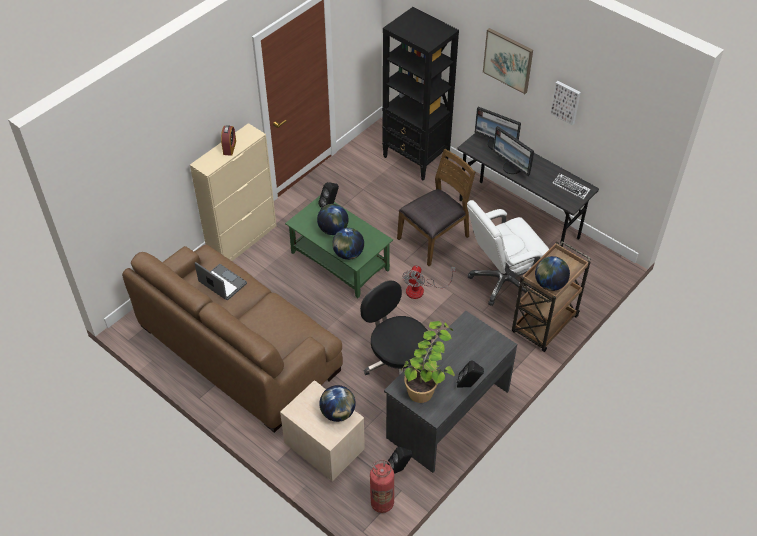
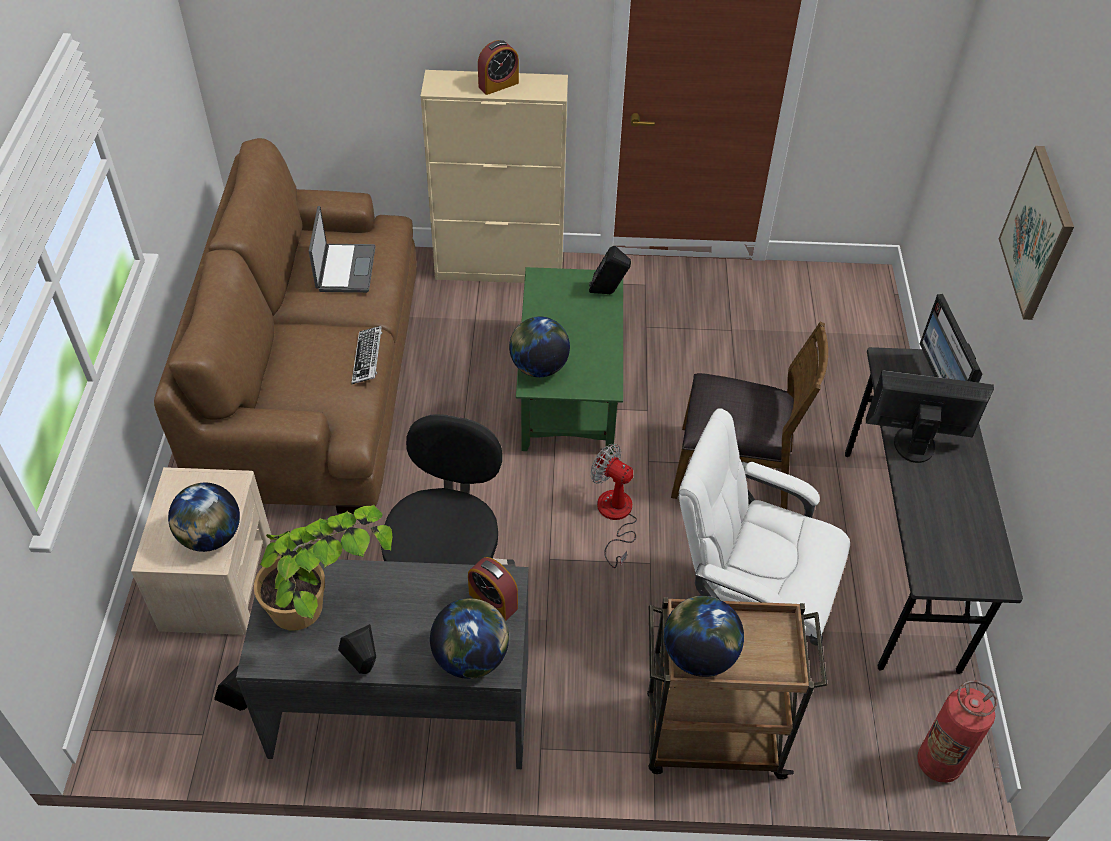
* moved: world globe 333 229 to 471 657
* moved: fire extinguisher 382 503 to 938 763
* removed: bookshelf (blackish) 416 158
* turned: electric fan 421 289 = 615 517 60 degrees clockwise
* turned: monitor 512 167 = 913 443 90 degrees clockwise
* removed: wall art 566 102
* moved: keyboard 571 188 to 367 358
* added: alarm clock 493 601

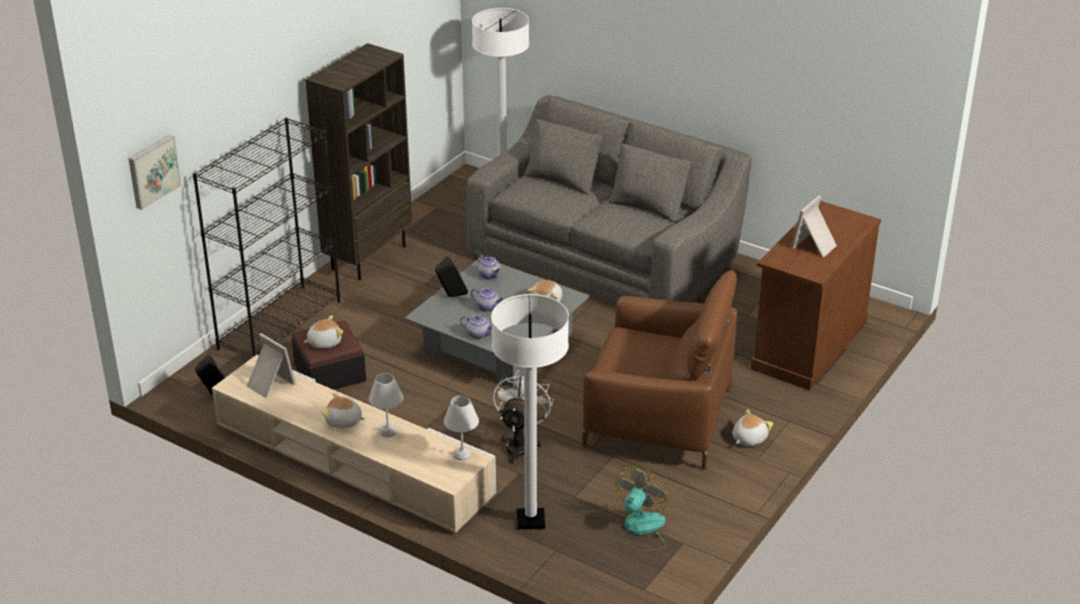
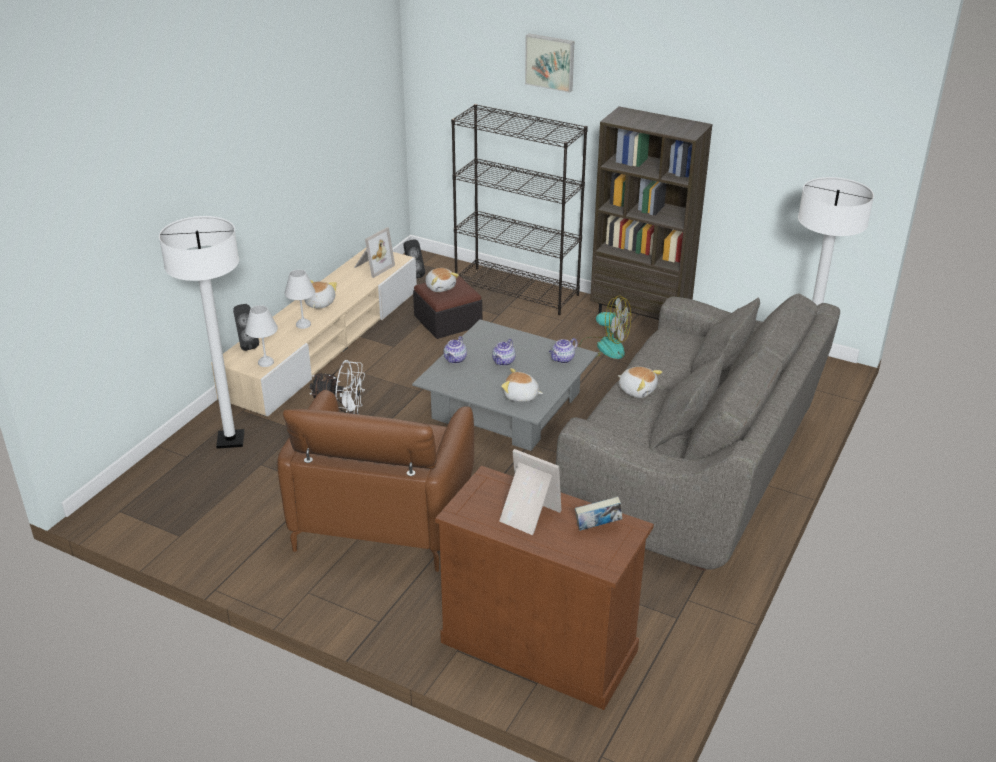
* moved: wall art 152 171 to 550 62
* moved: loudspeaker (blackish) 451 296 to 246 345
* moved: electric fan 639 530 to 603 347
* moved: plush toy 748 438 to 637 390
* added: volume 597 527

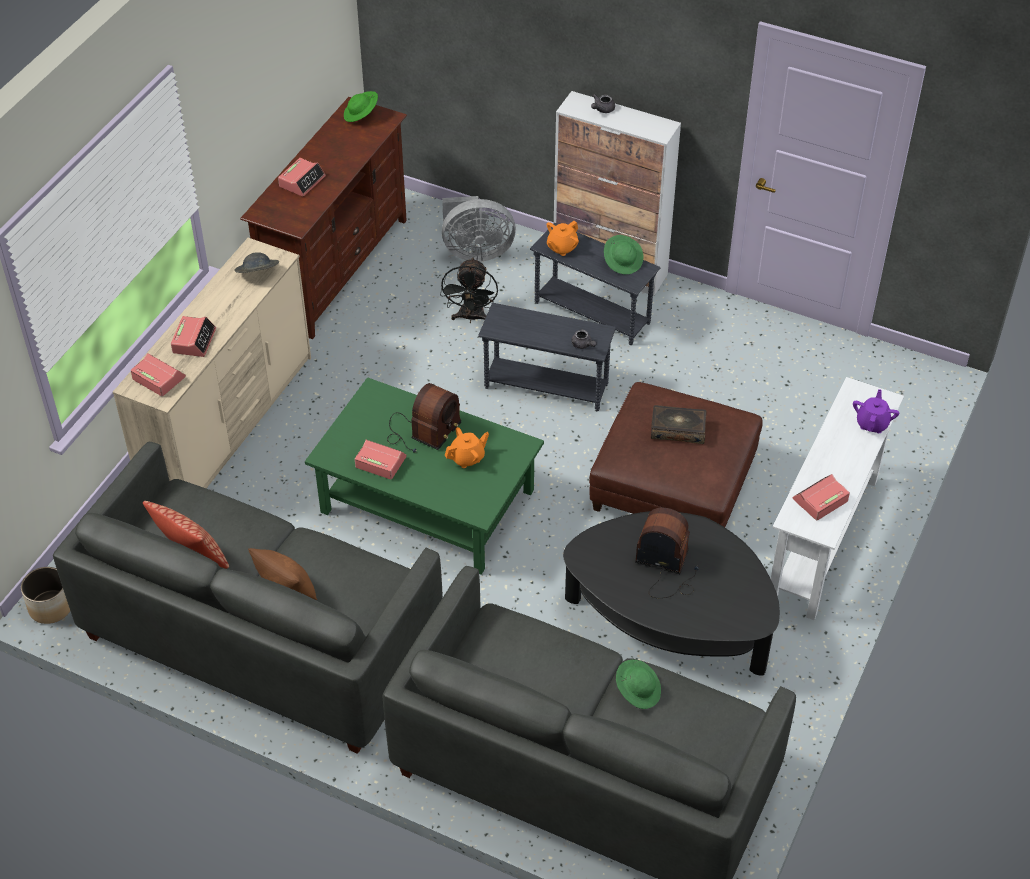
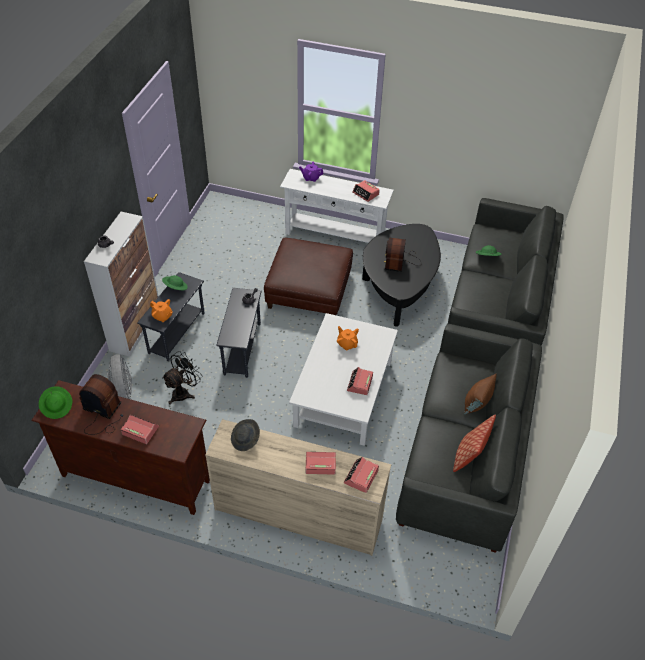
* removed: planter 50 607
* recoloured: coffee table (green) 427 501 to coffee table (white-coloured) 344 393
* moved: radio set 422 431 to 102 414
* turned: electric fan (blackish) 471 318 = 184 392 45 degrees counterclockwise
* removed: volume 678 429

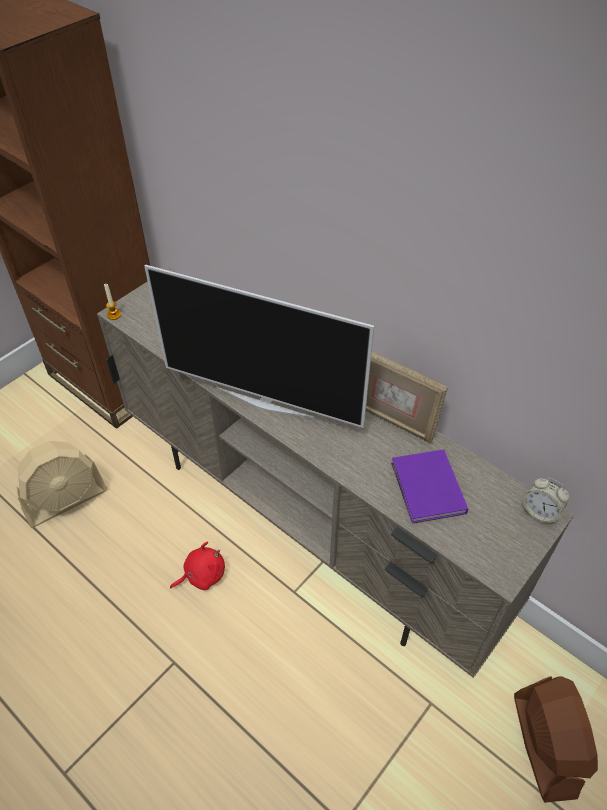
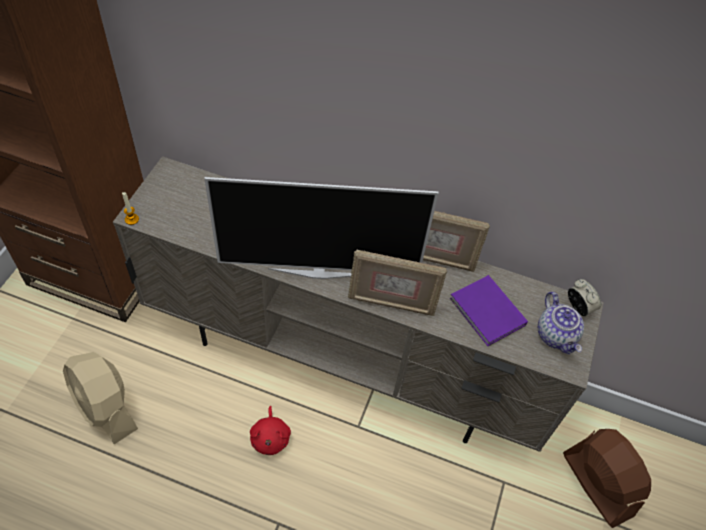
* turned: electric fan (beige-coloured) 66 500 = 106 407 105 degrees clockwise
* turned: plush toy (reddish) 202 575 = 270 437 135 degrees clockwise
* turned: alarm clock 540 512 = 578 307 135 degrees counterclockwise
* added: picture frame 391 303
* added: tea pot 556 335

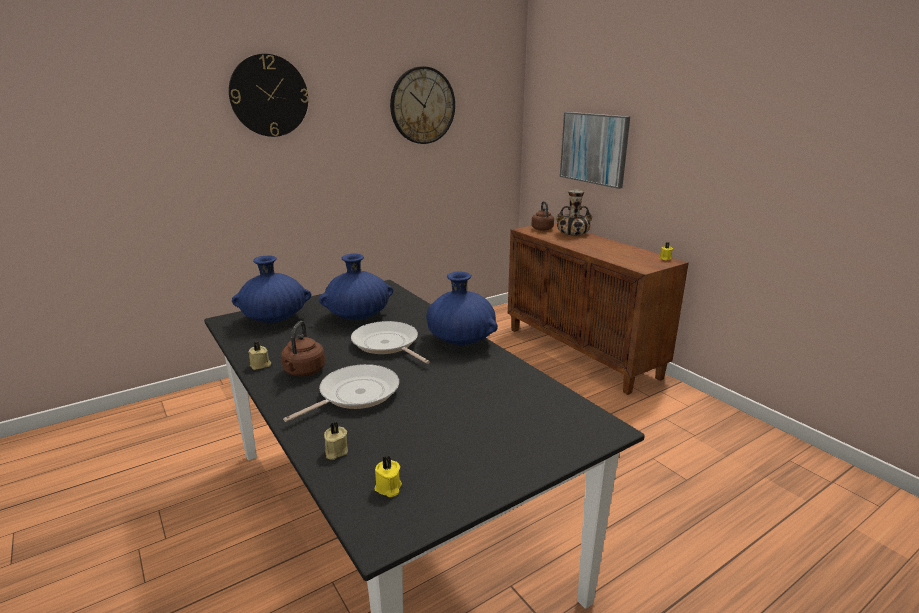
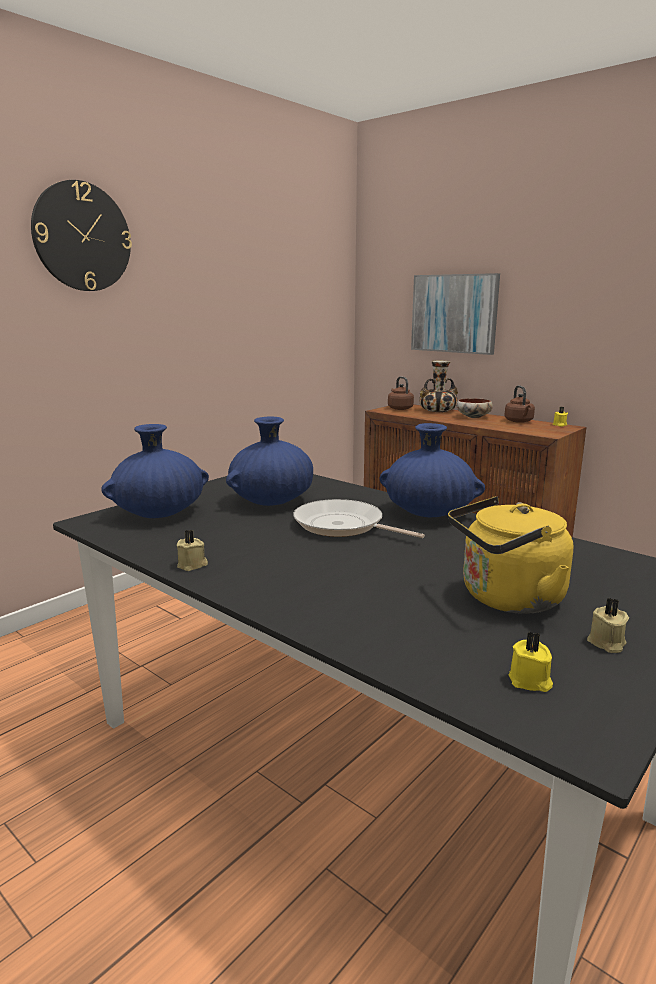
* moved: kettle (brown) 303 371 to 519 421
* removed: skillet 355 394
* moved: wax light (beige-coloured) 335 452 to 606 643
* removed: clock on the wall 422 105
* added: kettle (yellow) 506 599
* added: deep dish 473 417

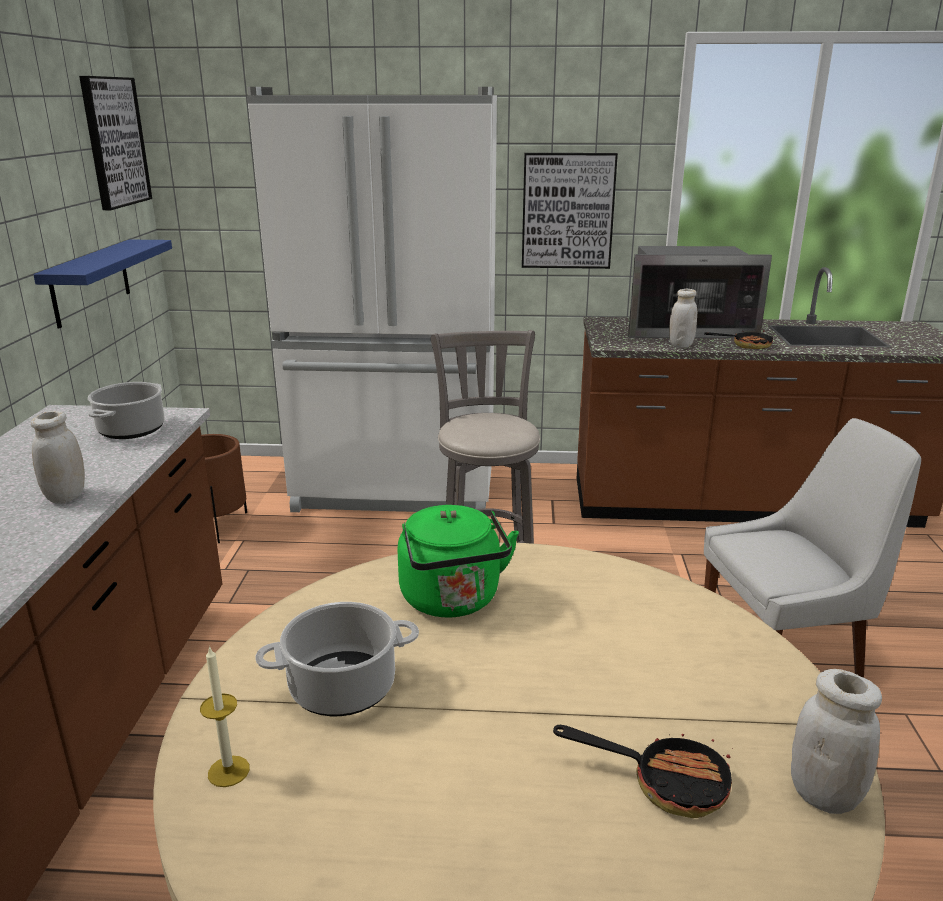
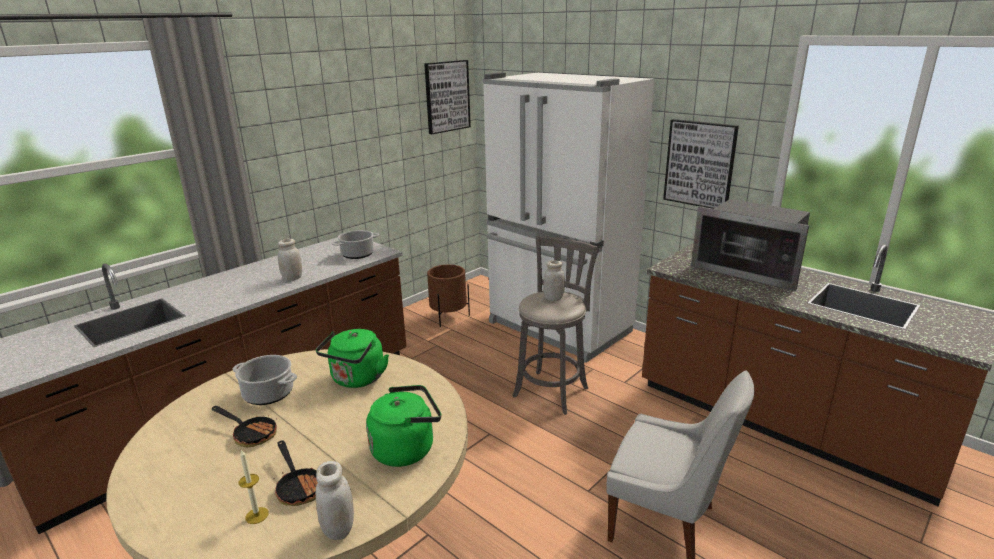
* removed: shelf (blue) 90 282
* moved: wax light 228 771 to 257 515
* moved: preserve jar (white-coloured) 680 345 to 553 298
* moved: skillet 746 345 to 251 434
* added: kettle (green) 406 448

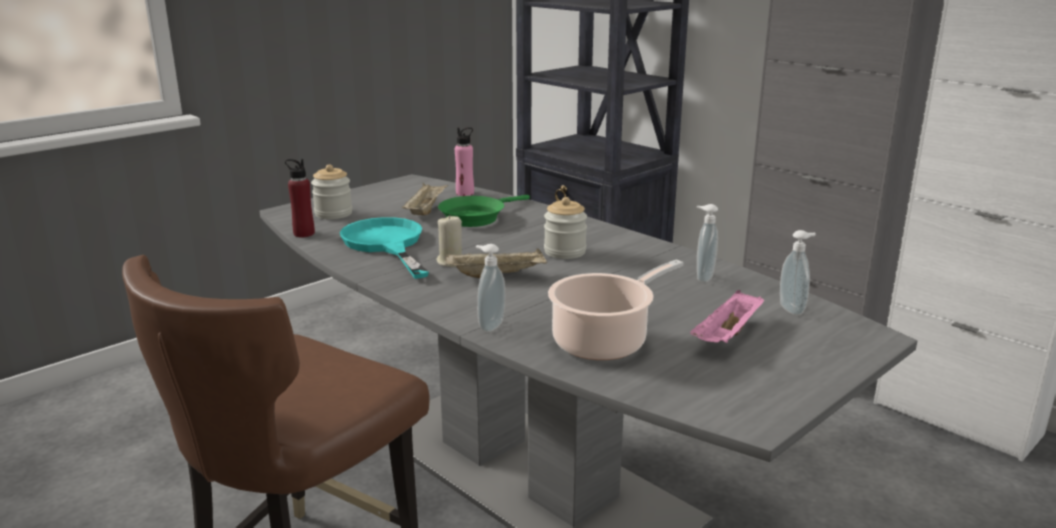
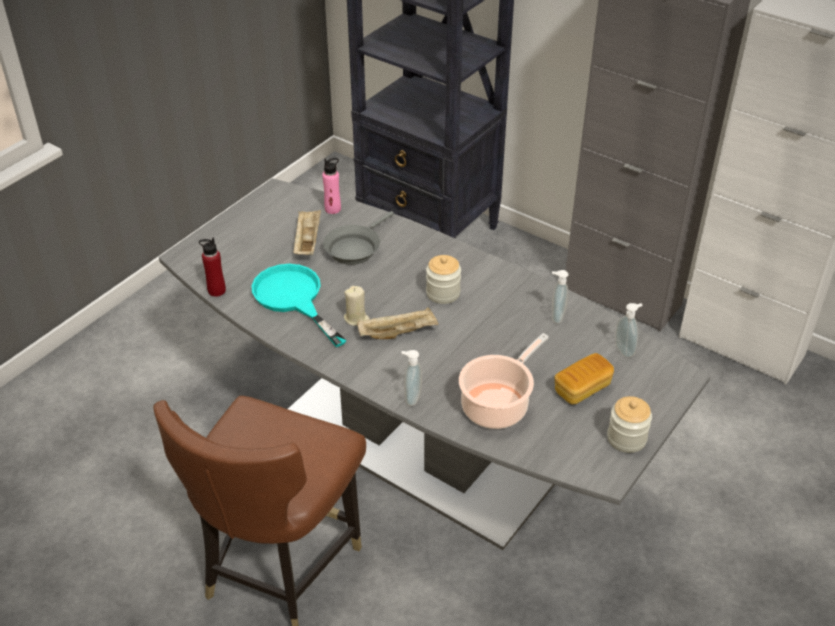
* moved: preserve jar 333 214 to 626 438
* recoloured: skillet (green) 476 217 to skillet (grey) 355 248
* replaced: tray (pink-coloured) 727 336 to bread 582 388

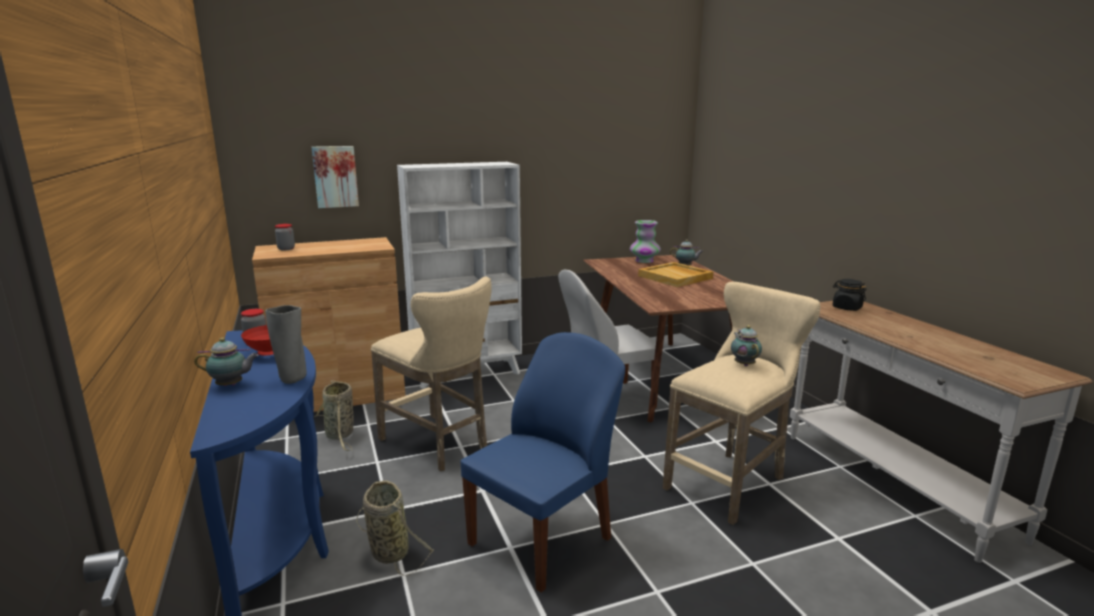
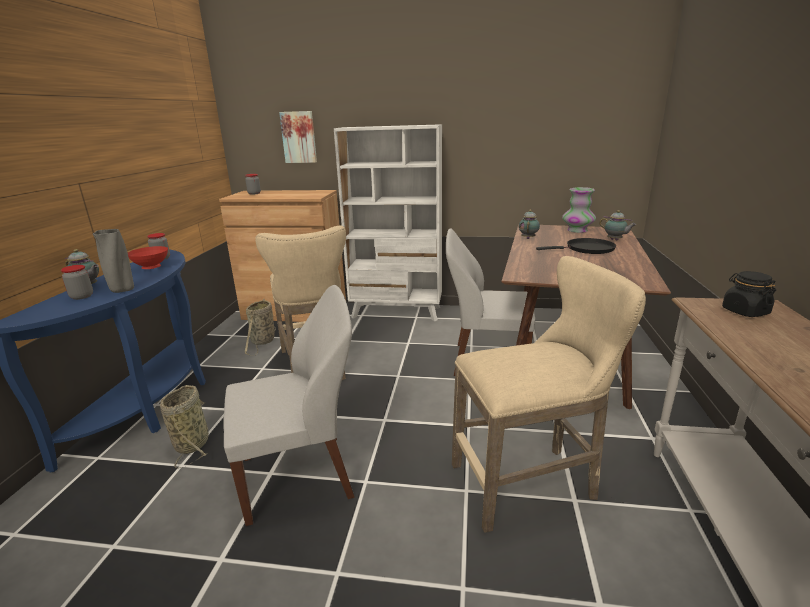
* recoloured: upright chair (blue) 543 539 to upright chair (white-coloured) 300 476
* replaced: tray (beige-coloured) 676 277 to skillet (blackish) 587 249
* moved: tea pot 744 364 to 528 238
* added: preserve jar 82 296

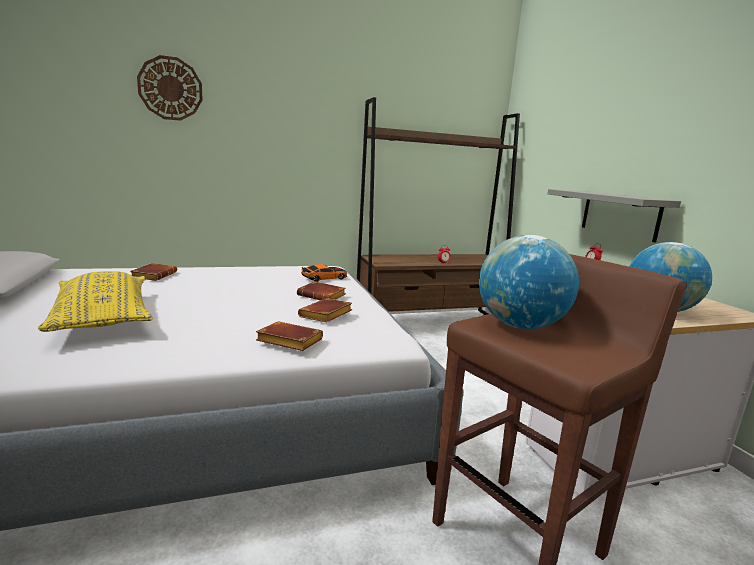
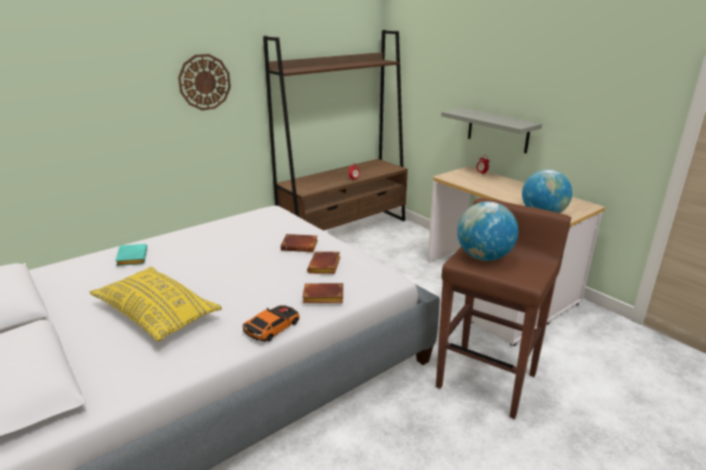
* recoloured: volume (brown) 154 275 to volume (blue-green) 131 258
* moved: clock on the wall 170 88 to 204 82
* moved: toy car 324 277 to 272 327

